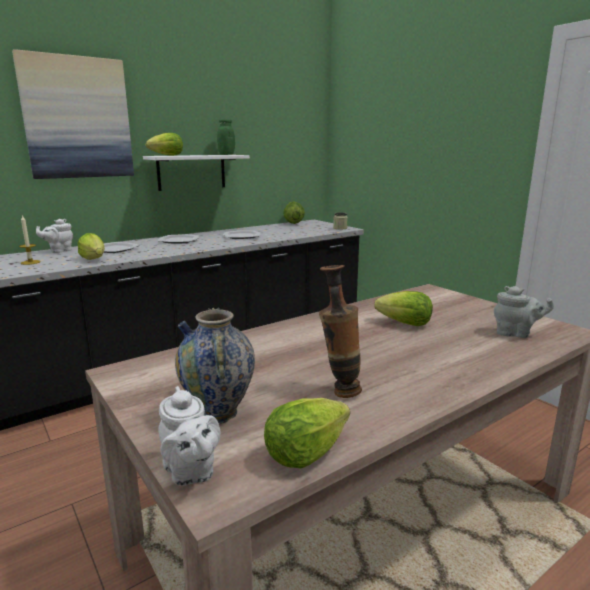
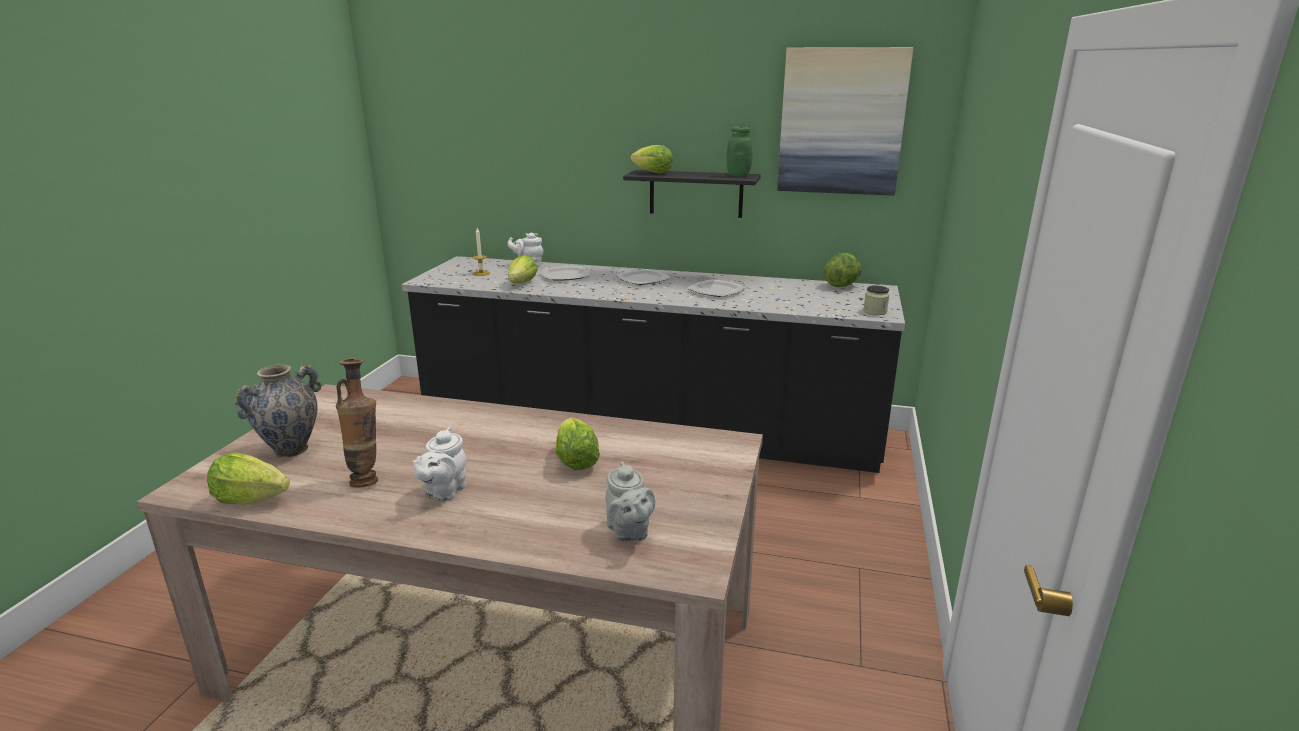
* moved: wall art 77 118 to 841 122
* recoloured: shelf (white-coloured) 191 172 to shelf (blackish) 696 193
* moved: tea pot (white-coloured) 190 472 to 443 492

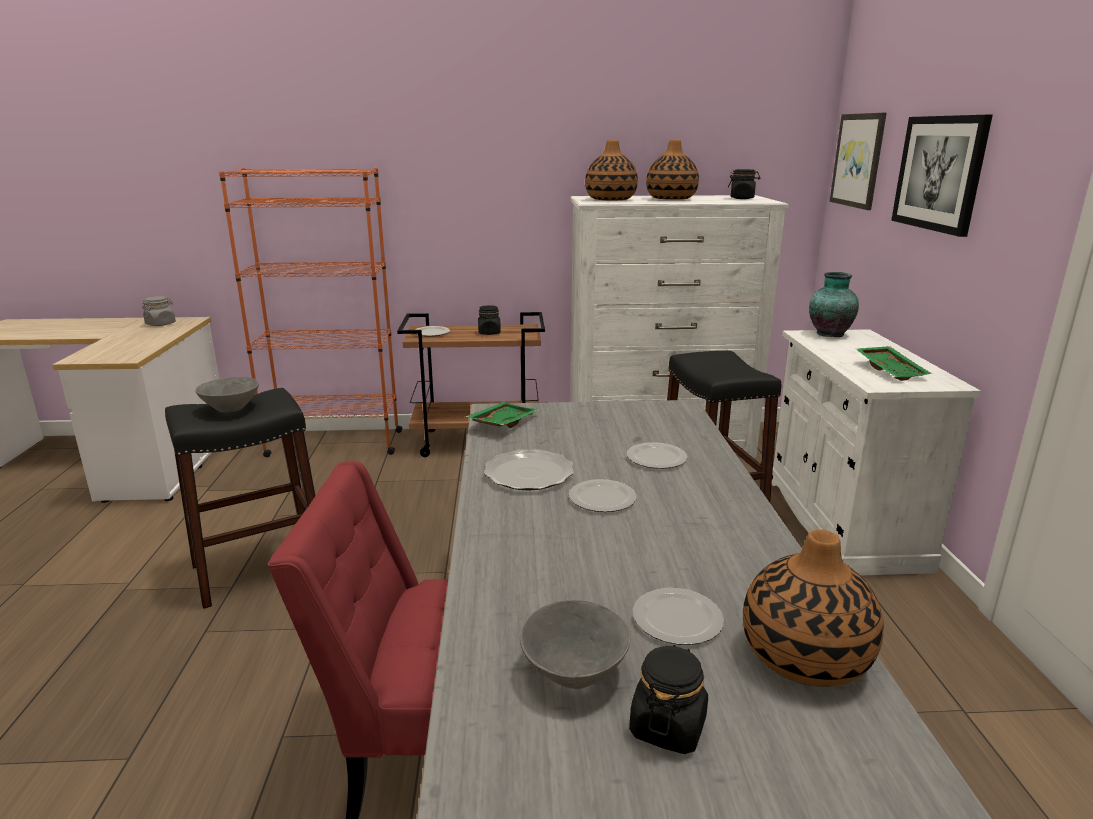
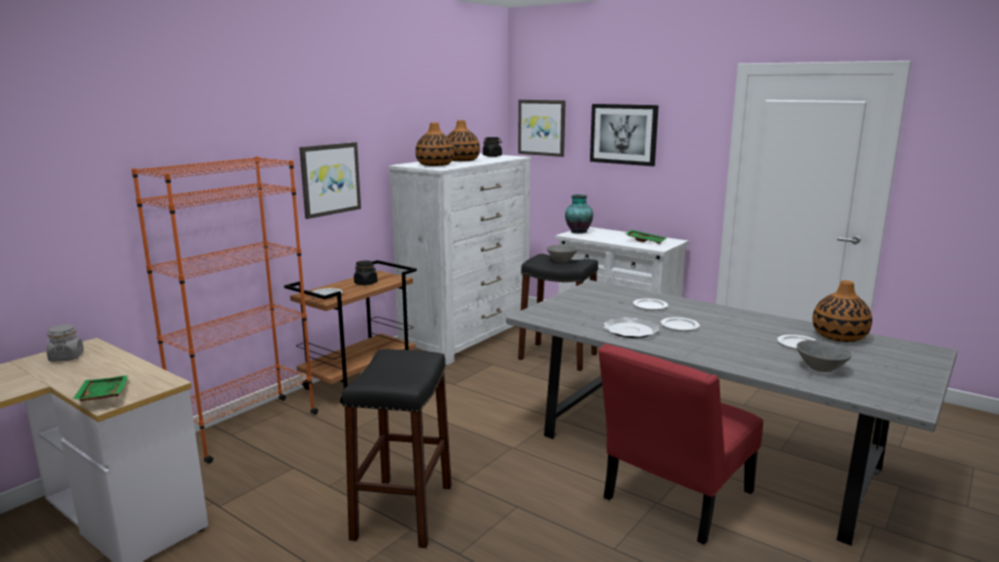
* moved: deep dish (grey) 232 408 to 561 261
* moved: tray (green) 502 423 to 102 396
* removed: preserve jar (blackish) 667 726
* added: wall art 330 179

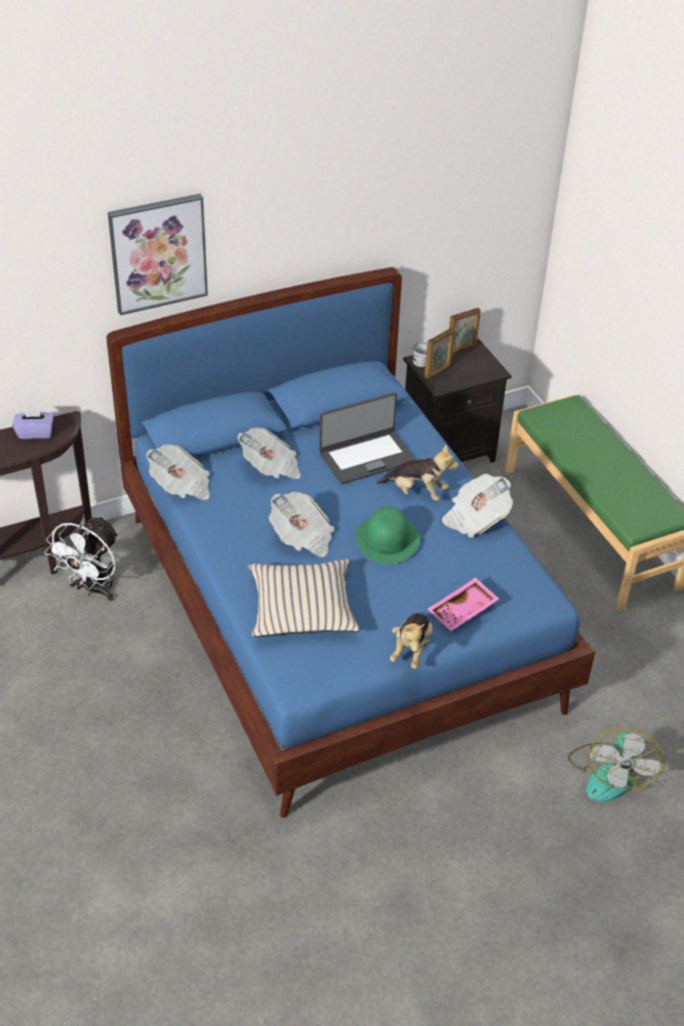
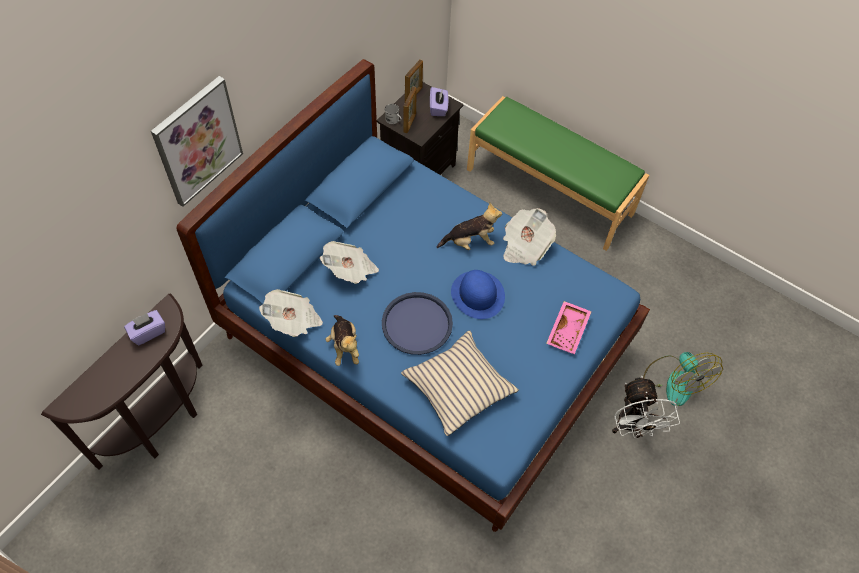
* moved: electric fan (white-coloured) 93 589 to 632 427
* replaced: daily paper 302 537 to tray (blue) 417 324
* removed: portable computer 366 457
* recoloured: wearable hat (green) 387 539 to wearable hat (blue) 478 294
* moved: plush toy 411 649 to 344 346
* added: tissue holder (purple-coloured) 438 108

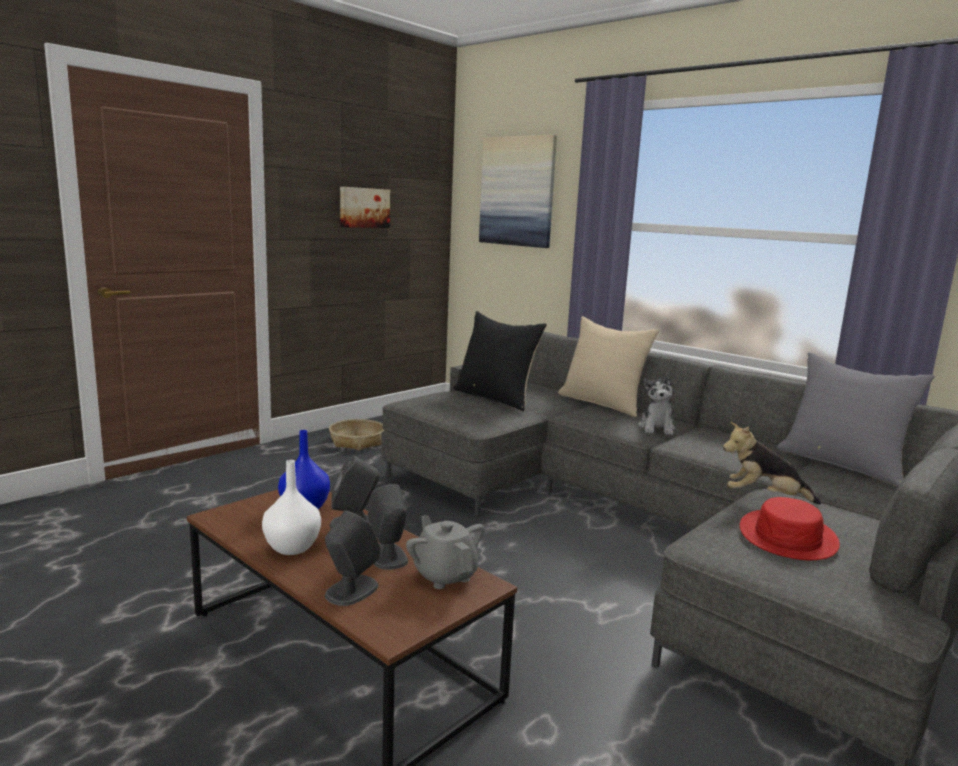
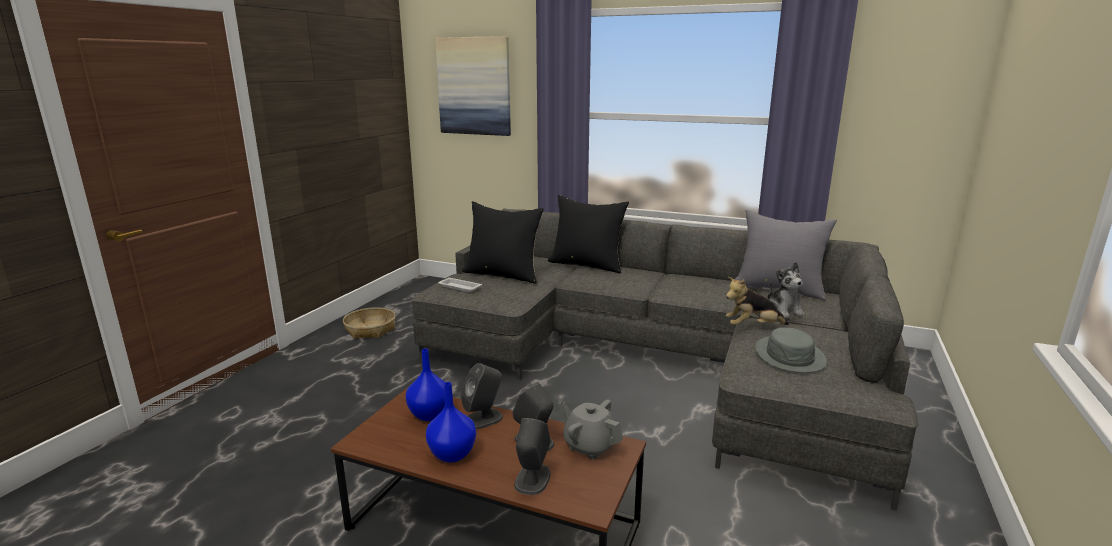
* recoloured: decorative vase (white-coloured) 293 547 to decorative vase (blue) 452 453
* removed: wall art 363 207
* recoloured: throw pillow (beige-coloured) 603 403 to throw pillow (blackish) 587 264
* moved: plush toy 656 428 to 783 310
* recoloured: wearable hat (reddish) 788 537 to wearable hat (grey) 790 356
* added: tray (white-coloured) 459 287

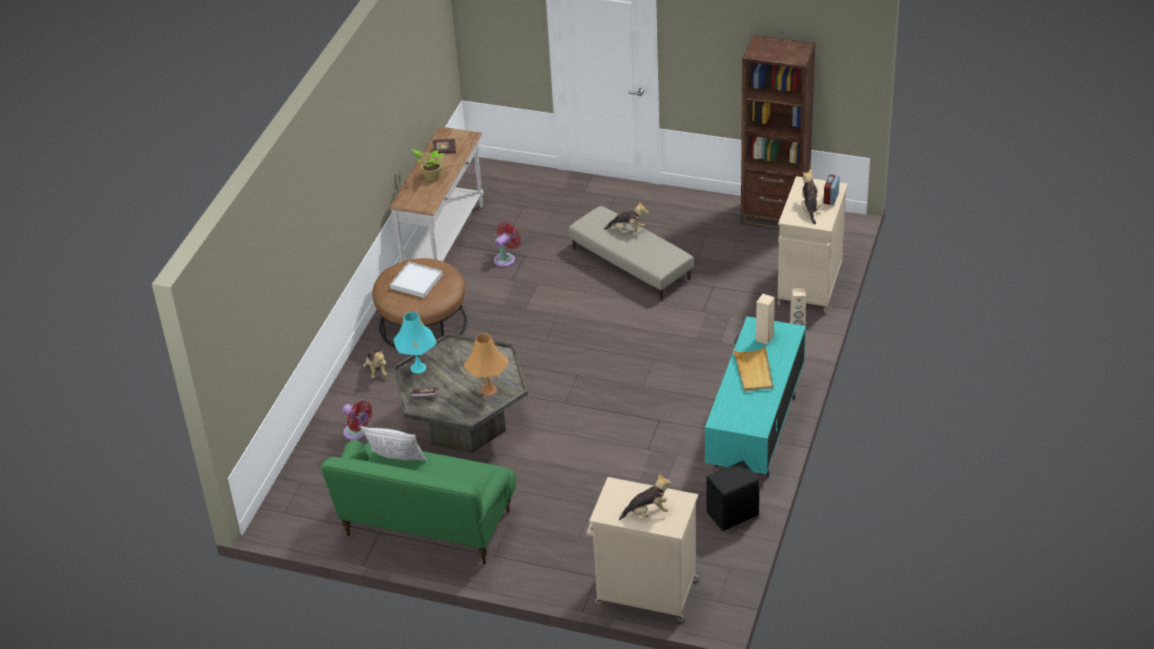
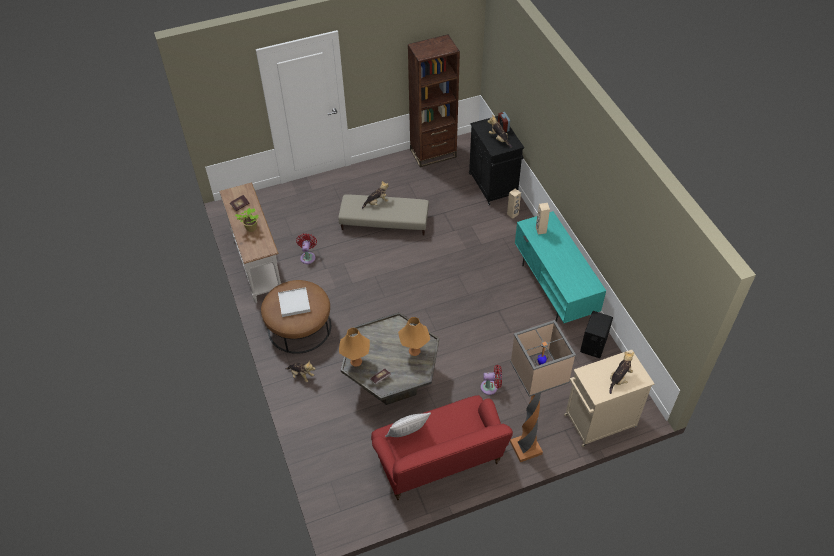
* recoloured: couch (green) 427 526 to couch (reddish) 439 461
* moved: electric fan (reddish) 357 433 to 491 387
* recoloured: table lamp (blue-green) 418 368 to table lamp (orangey) 356 361
* removed: tray (beige-coloured) 753 371
* recoloured: cupboard (beige-coloured) 809 286 to cupboard (blackish) 493 186
* added: floor lamp 525 449

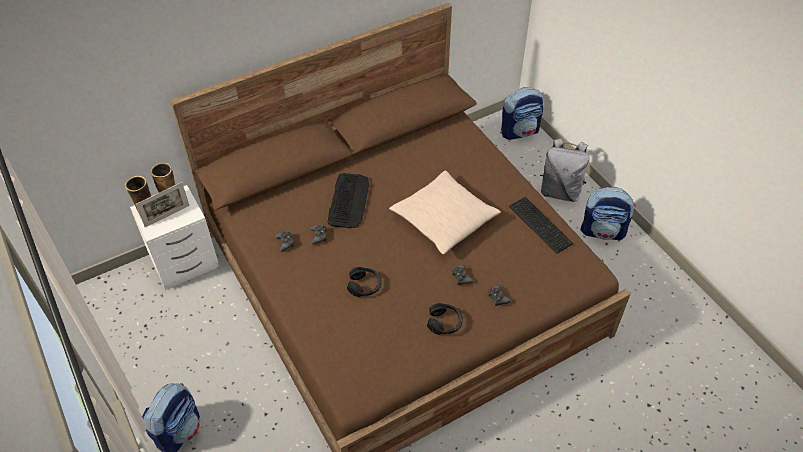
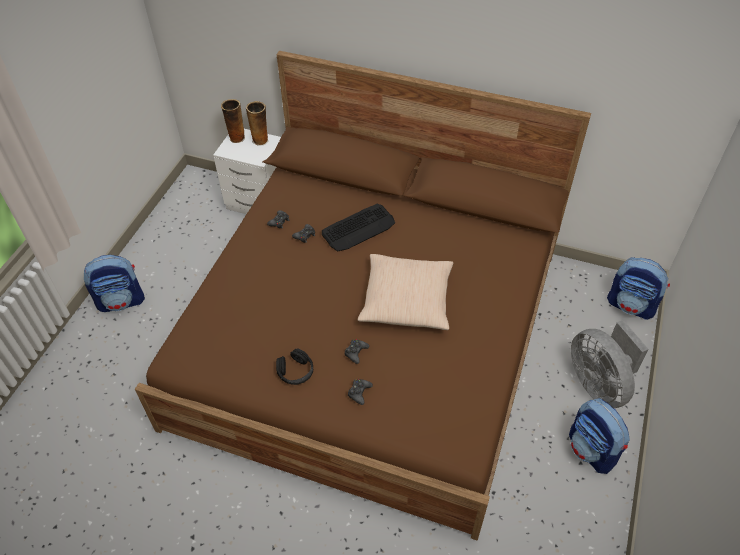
* removed: picture frame 167 216
* removed: headset (blackish) 365 285
* removed: keyboard 541 223
* replaced: knapsack (grey) 560 191 to electric fan (grey) 599 383

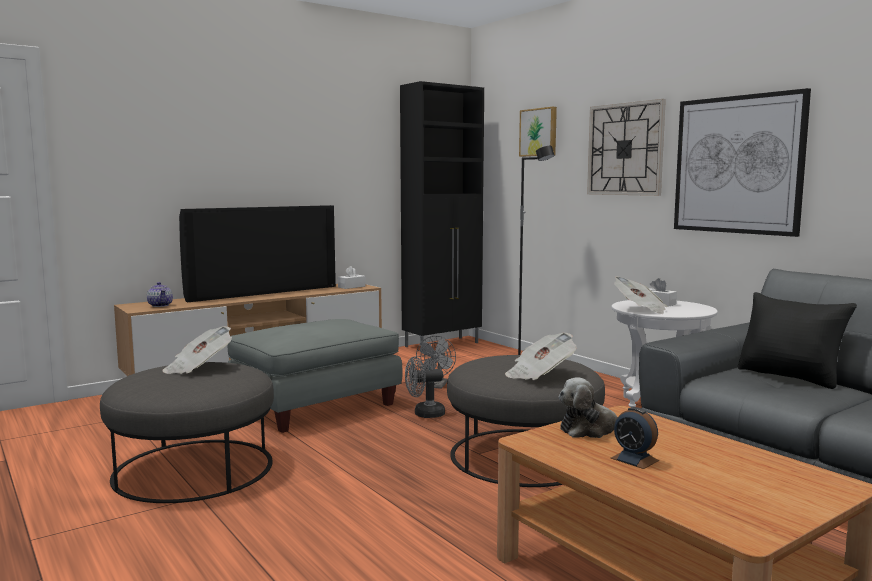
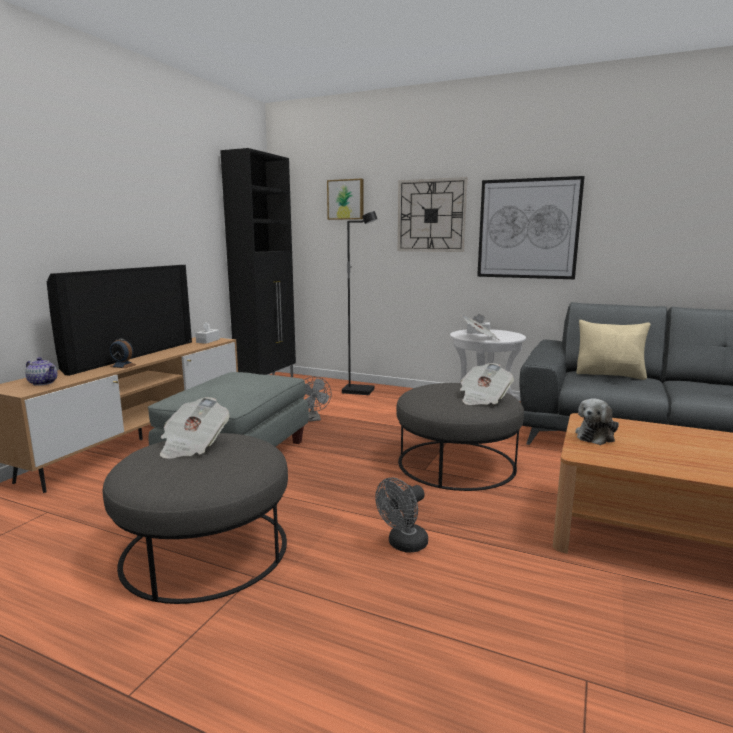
* moved: electric fan (grey) 424 414 to 403 545
* moved: alarm clock 634 459 to 123 365
* recoloured: throw pillow (blackish) 790 377 to throw pillow (beige-coloured) 610 375

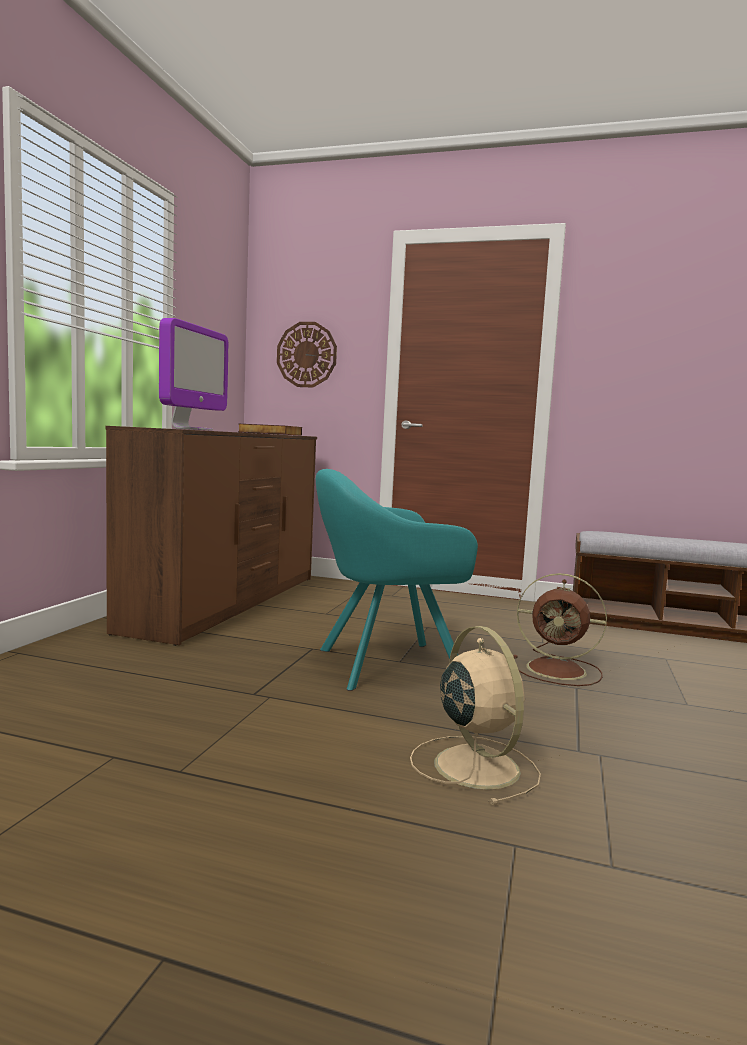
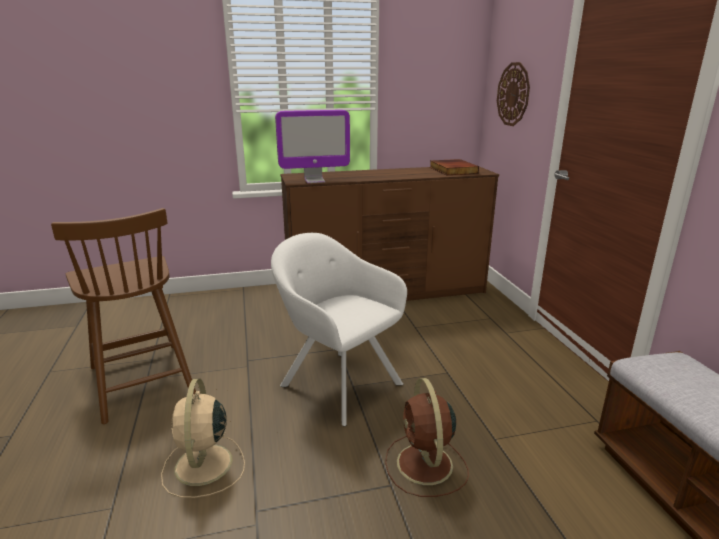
* recoloured: lounge chair (blue-green) 382 665 to lounge chair (white-coloured) 337 382
* turned: electric fan (beige-coloured) 474 765 = 203 466 135 degrees clockwise
* added: upright chair (brown) 142 379

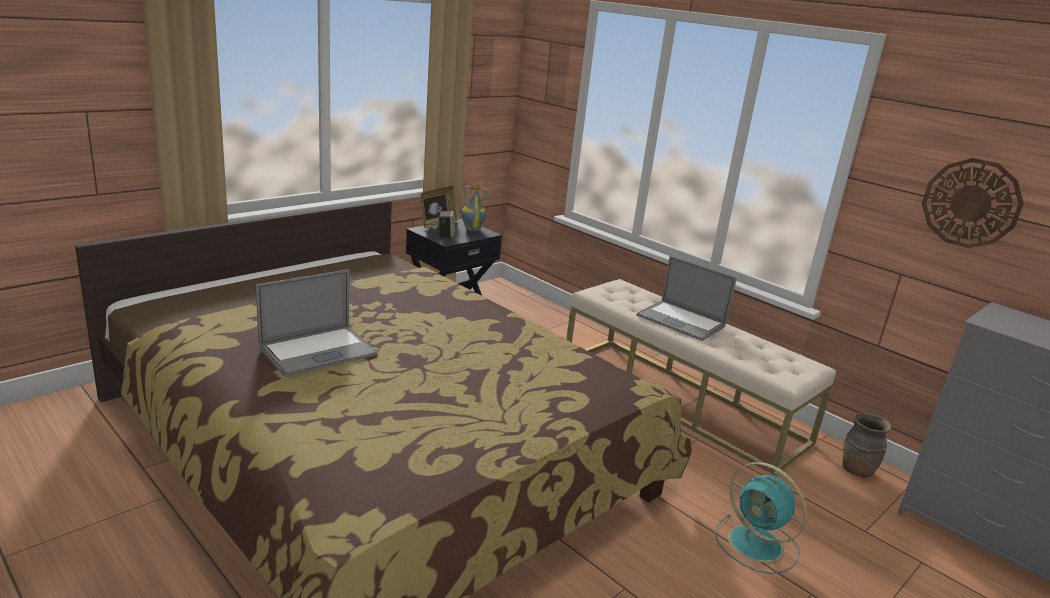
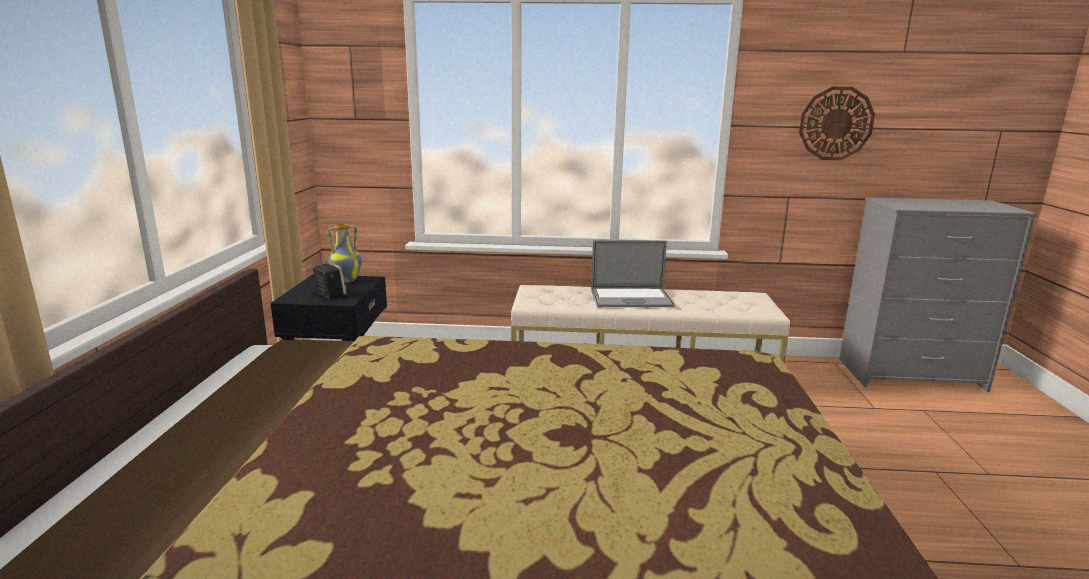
* removed: portable computer 318 351
* removed: picture frame 437 224
* removed: electric fan (blue-green) 757 545
* removed: decorative vase (brown) 856 470

